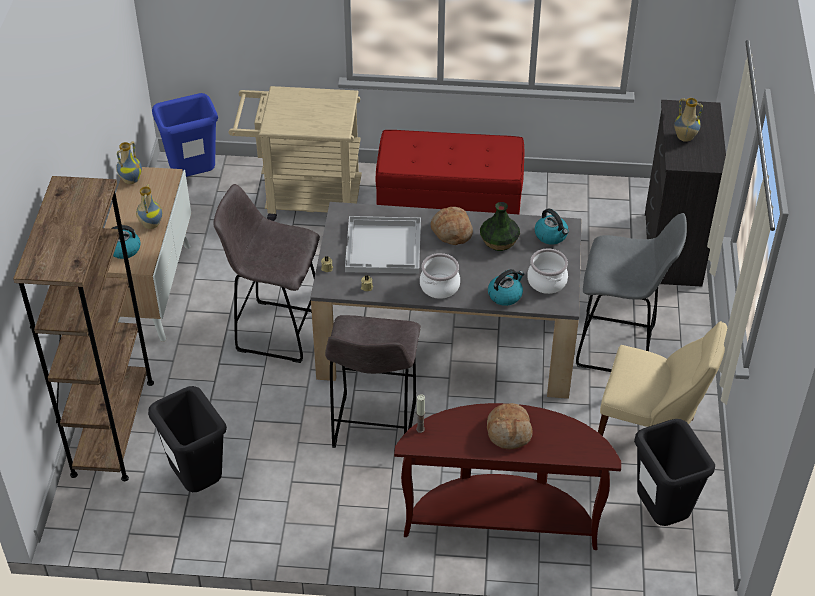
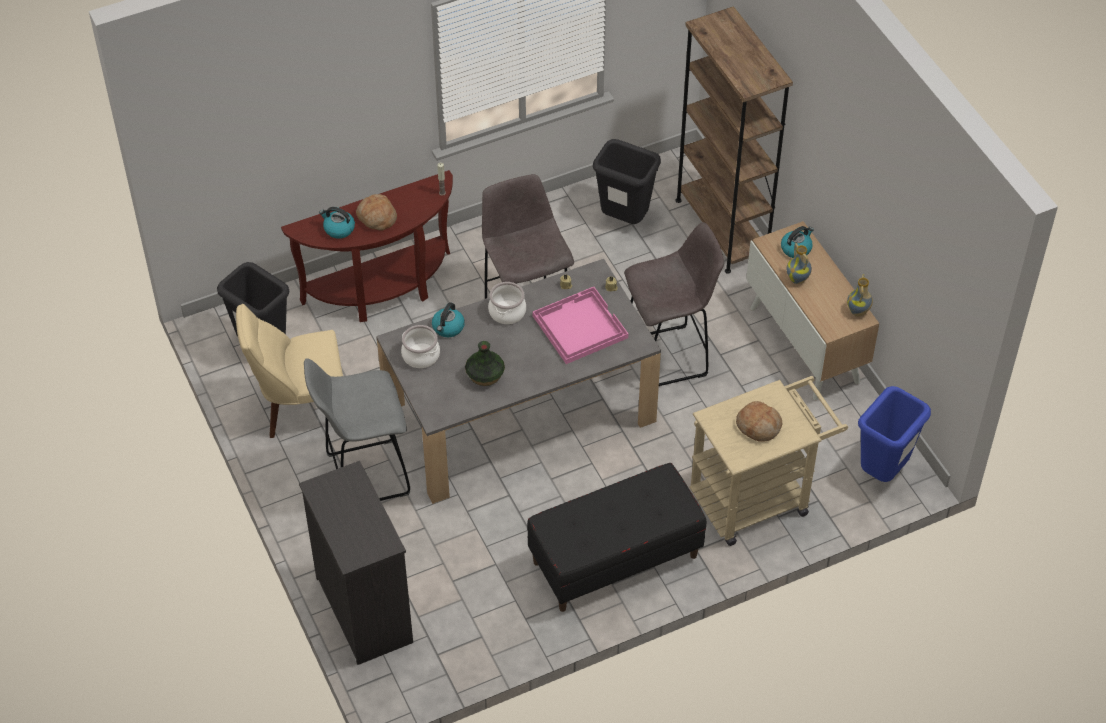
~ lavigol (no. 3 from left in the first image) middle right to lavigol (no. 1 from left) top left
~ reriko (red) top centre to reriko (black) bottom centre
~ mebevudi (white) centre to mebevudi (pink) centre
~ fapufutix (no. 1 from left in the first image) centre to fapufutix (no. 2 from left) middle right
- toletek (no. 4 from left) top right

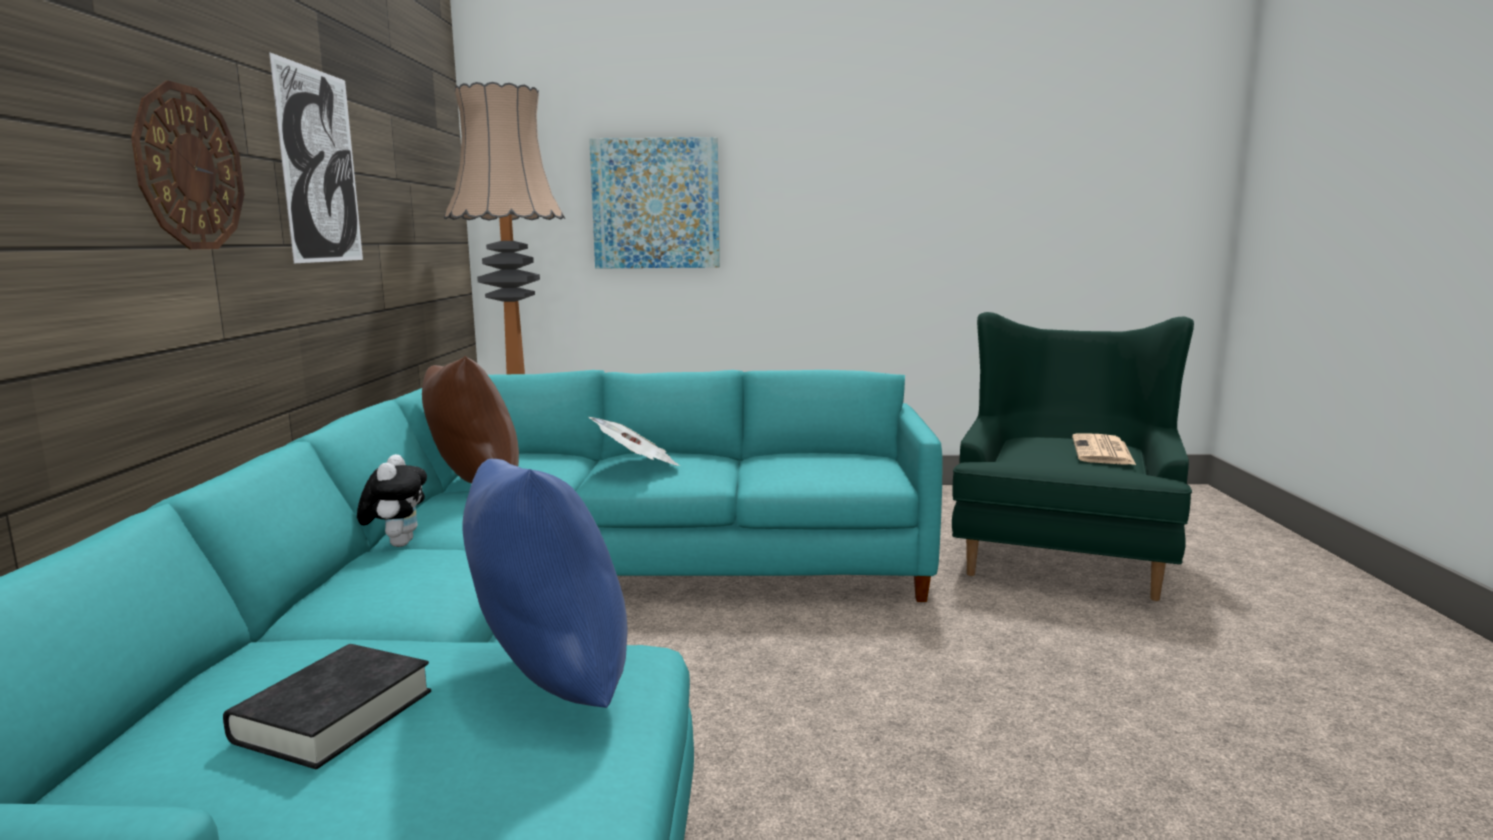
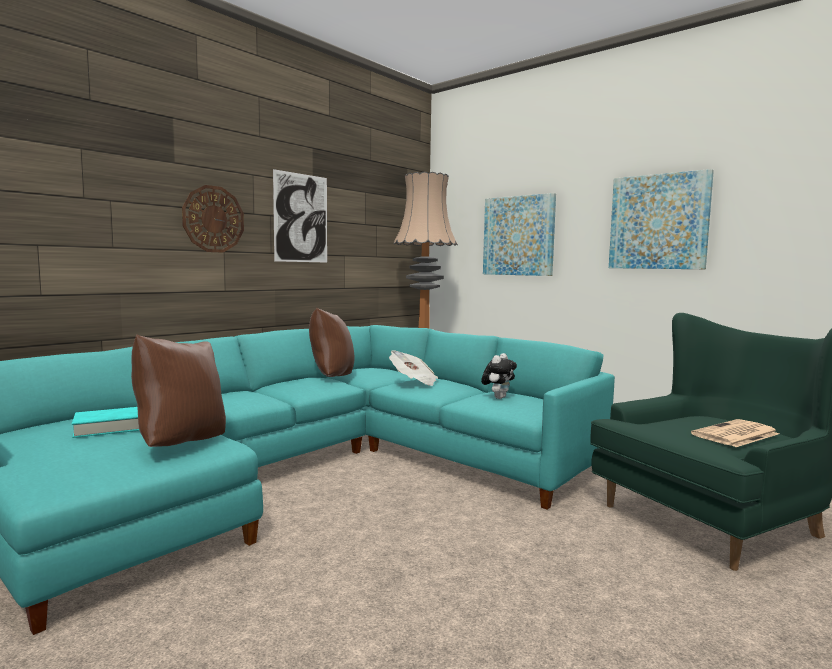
~ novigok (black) bottom left to novigok (turquoise) middle left
~ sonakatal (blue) bottom centre to sonakatal (brown) (no. 1 from left) middle left
~ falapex middle left to centre
+ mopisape (no. 3 from left) top right

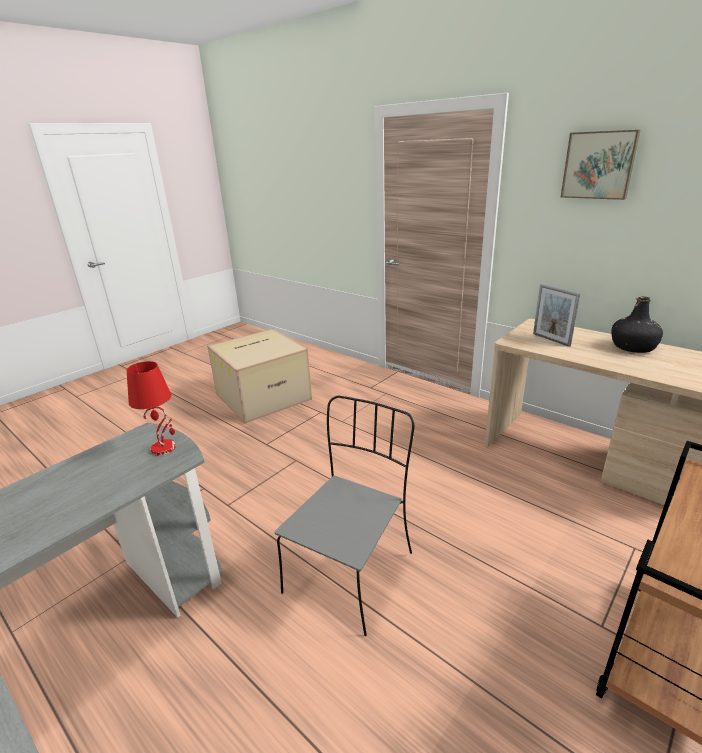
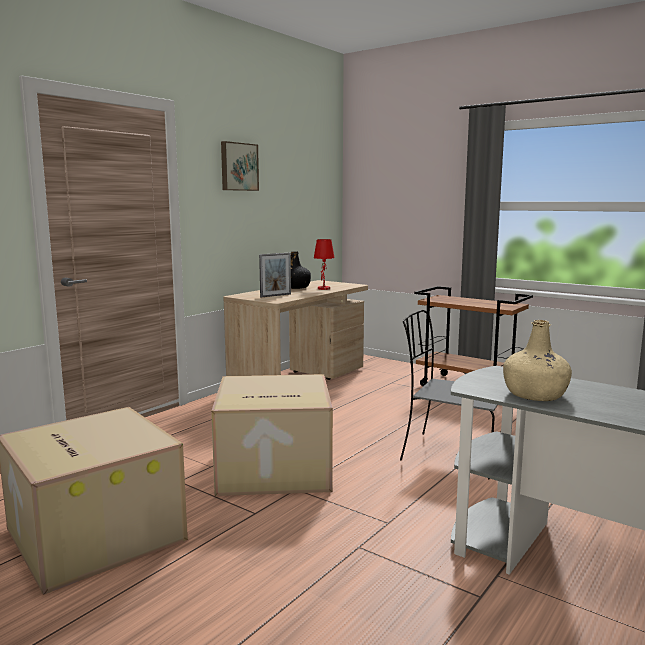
+ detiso (no. 2 from left) bottom centre
~ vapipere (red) middle left to centre
+ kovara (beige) middle right

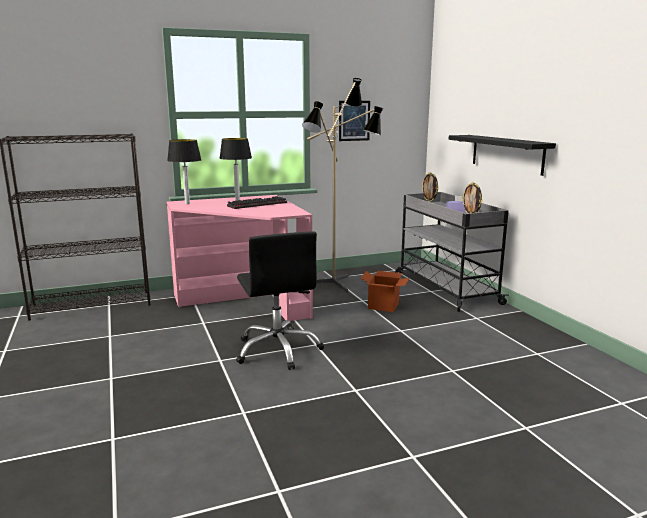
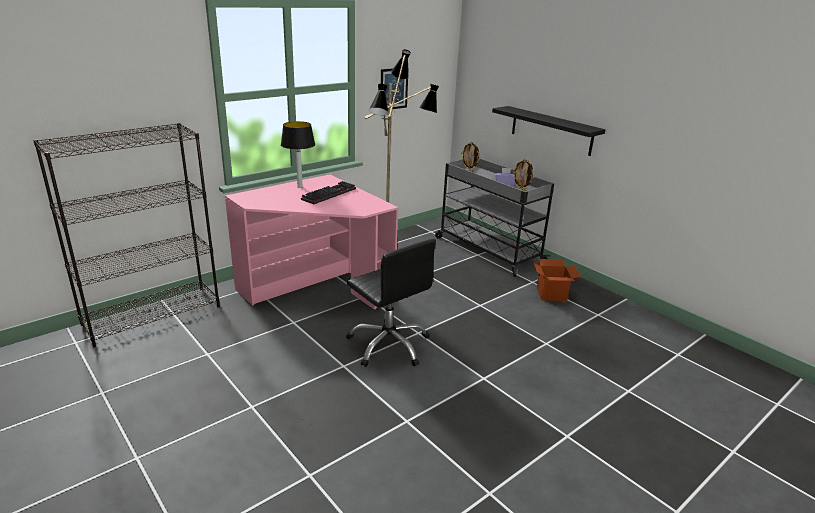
~ detiso centre to middle right
- vapipere (no. 1 from left) top left

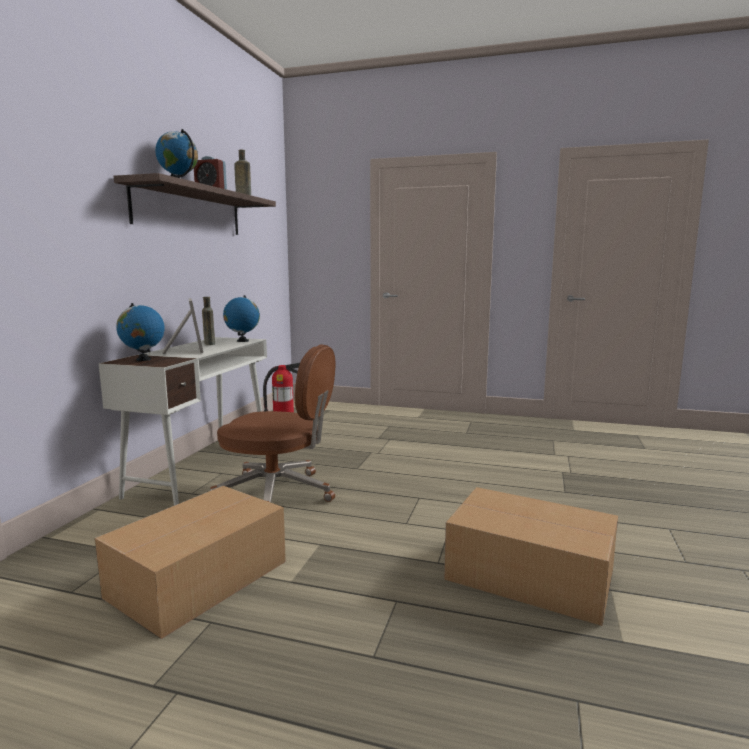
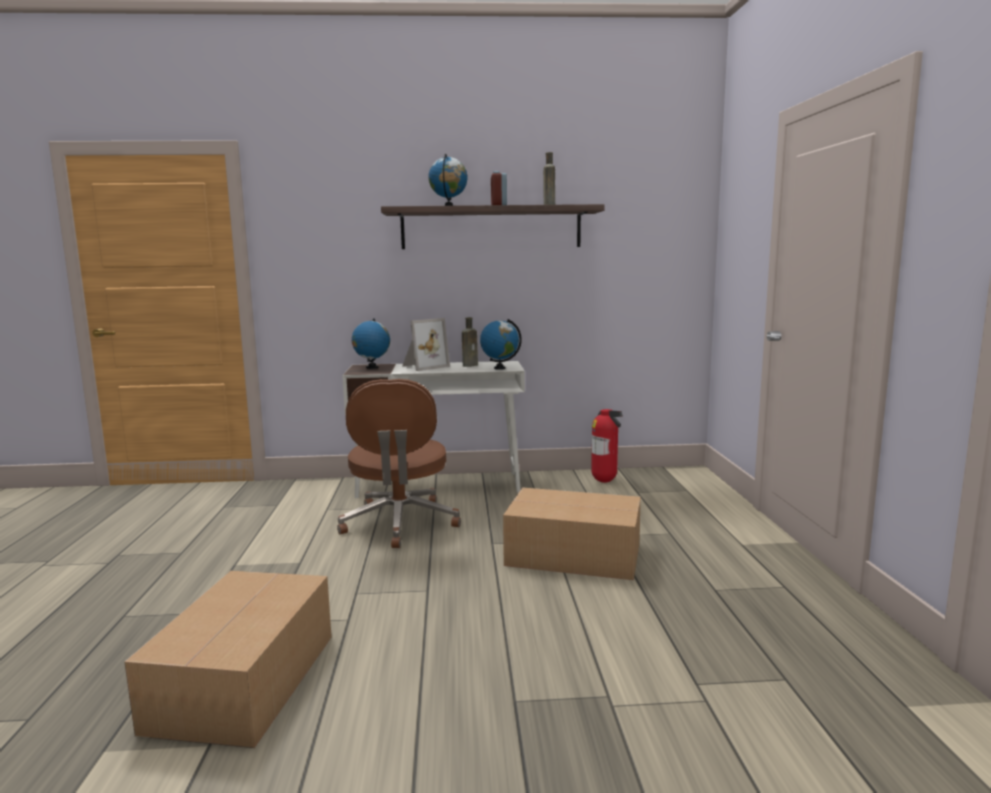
~ detiso (no. 1 from left in the first image) bottom left to detiso (no. 2 from left) bottom centre

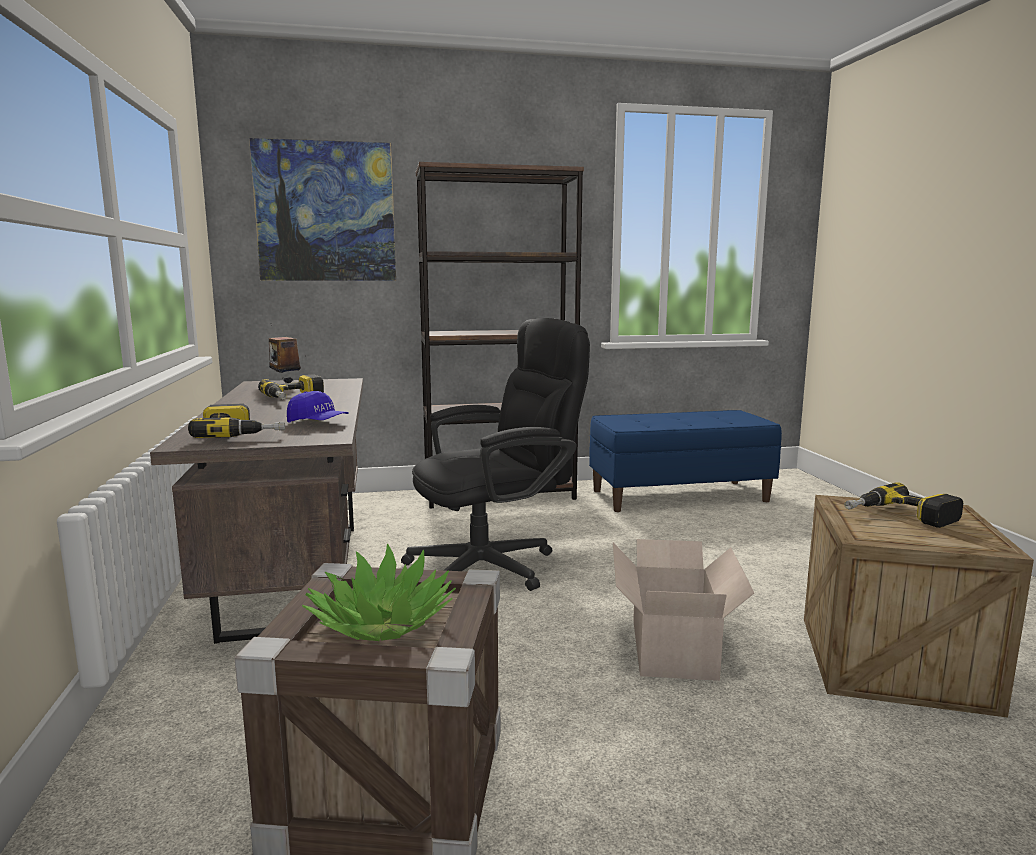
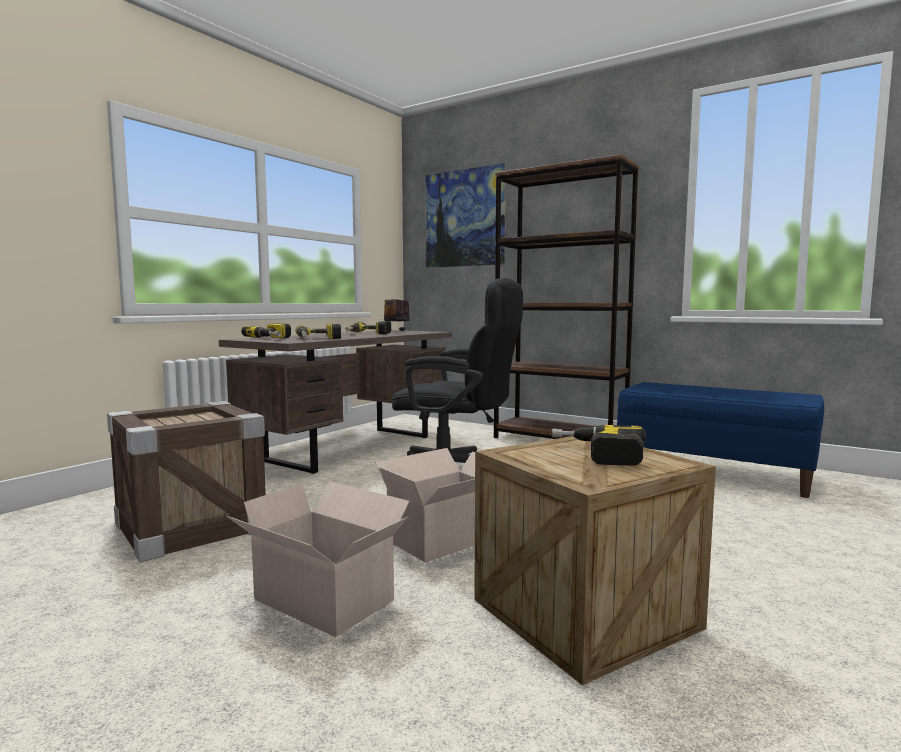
+ detiso (no. 1 from left) bottom centre
~ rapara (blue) middle left to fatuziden (no. 2 from left) centre
- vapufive bottom centre

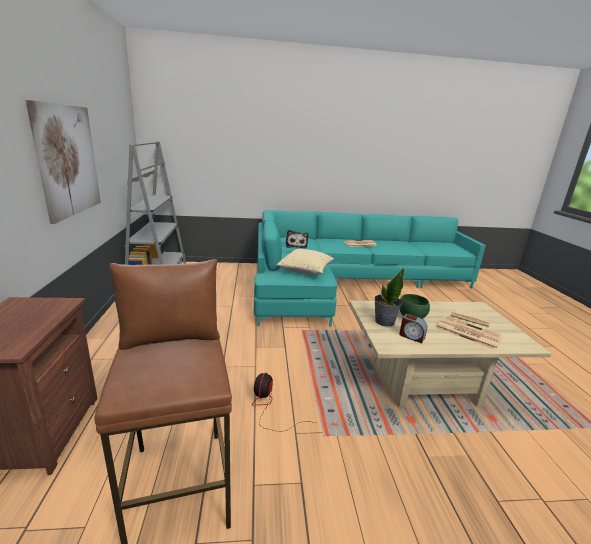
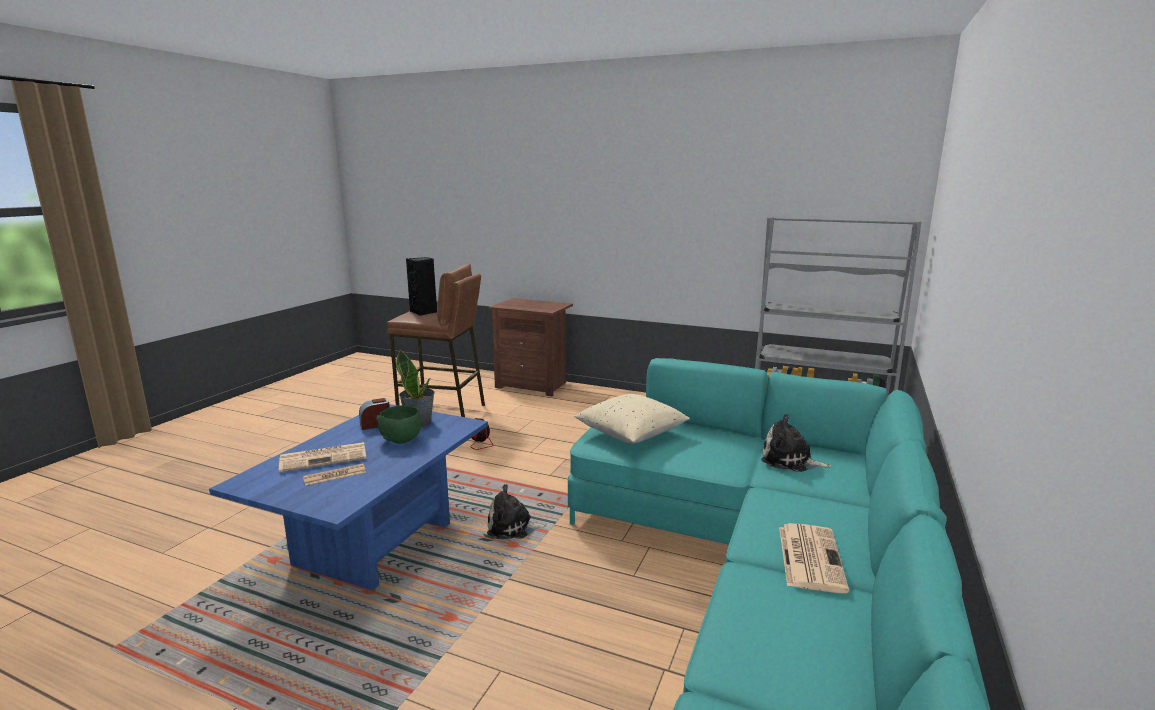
~ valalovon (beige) middle right to valalovon (blue) bottom left
+ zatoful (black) centre
+ falapex (no. 1 from left) bottom centre
- mopisape top left

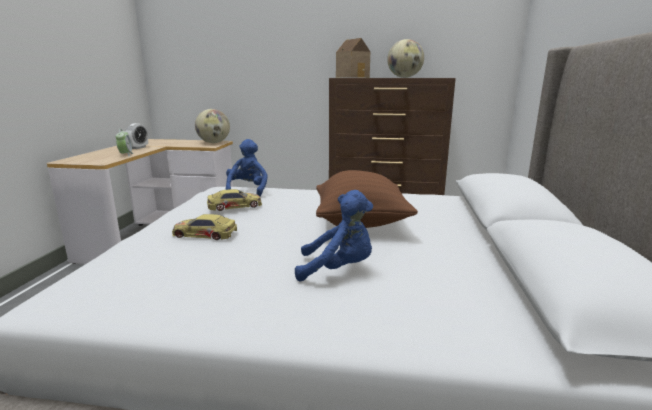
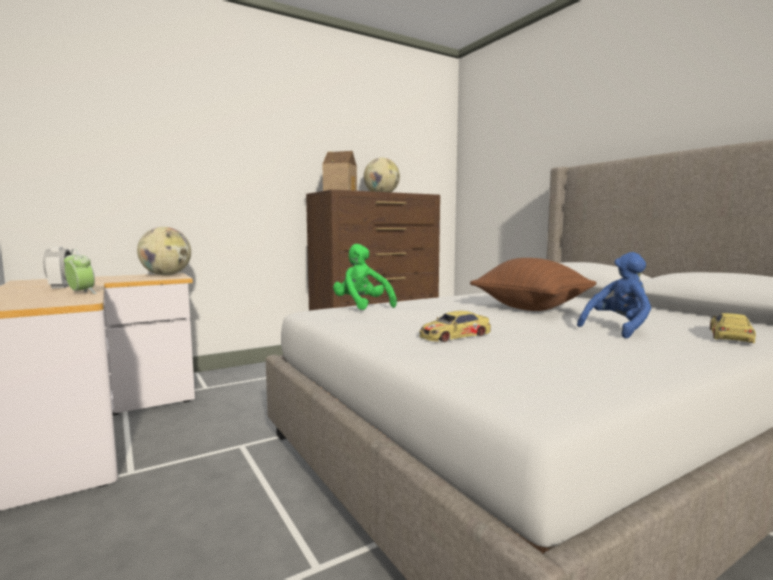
~ falapex (blue) (no. 1 from left) centre to falapex (green) centre
~ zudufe (no. 2 from left) centre to middle right

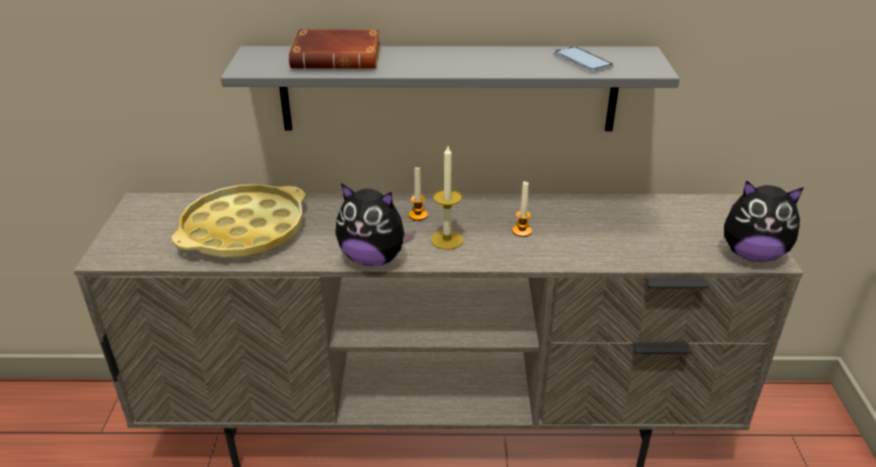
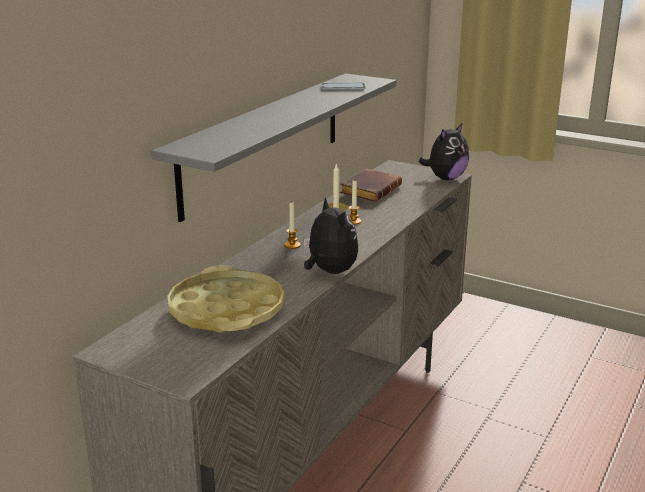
~ falapex (no. 1 from left) centre = centre 75 degrees counterclockwise
~ novigok (brown) top centre to centre

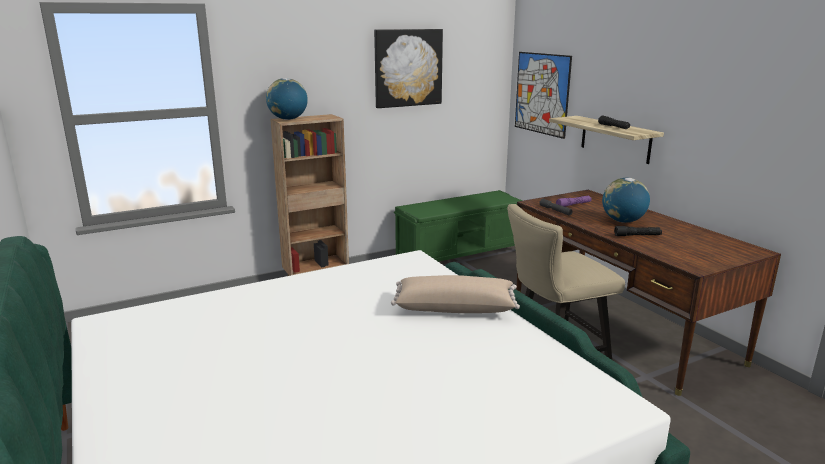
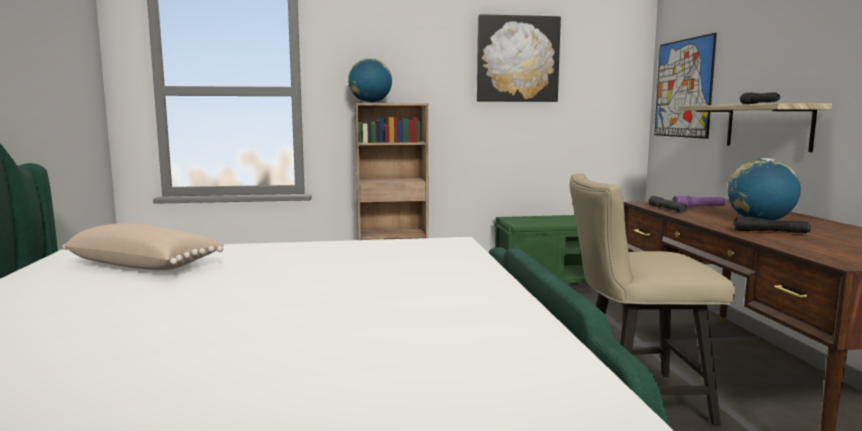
~ sonakatal (beige) centre to middle left

